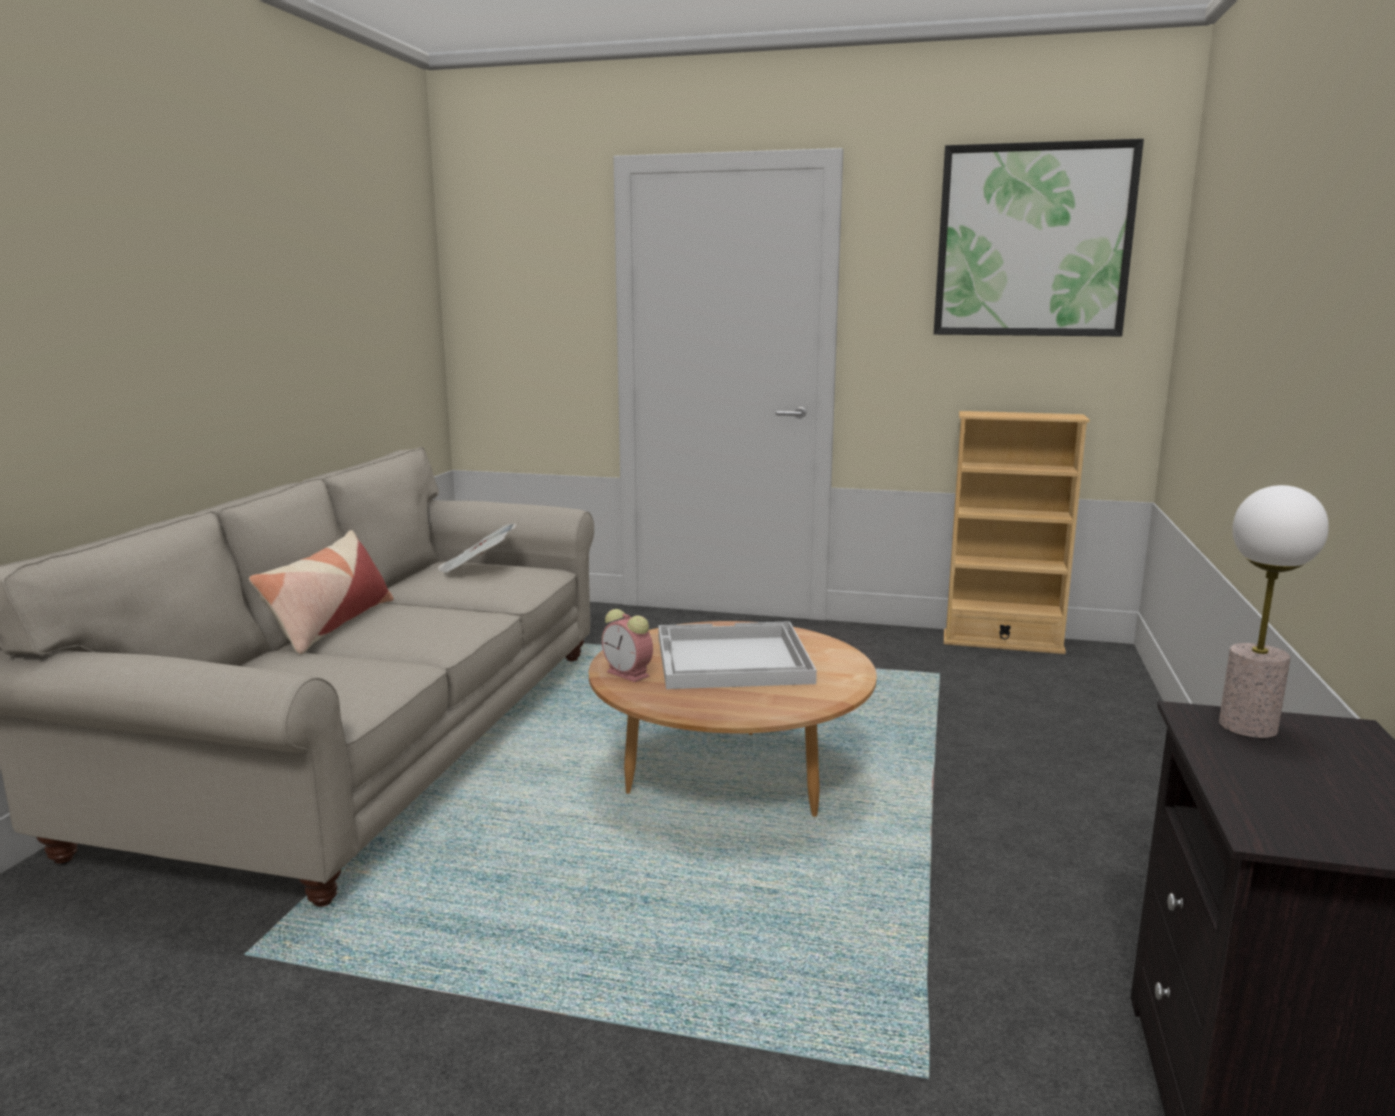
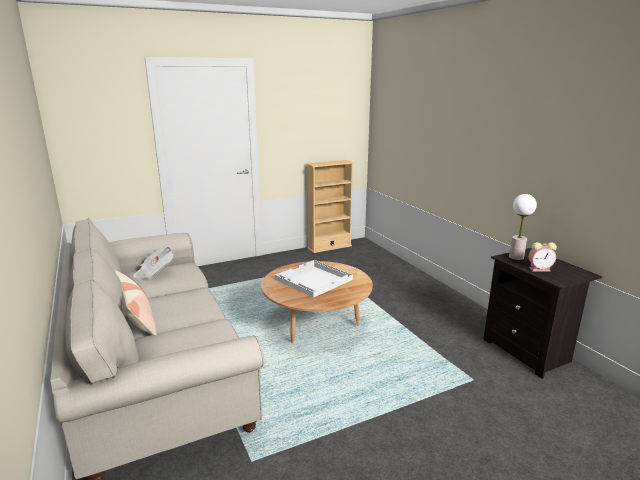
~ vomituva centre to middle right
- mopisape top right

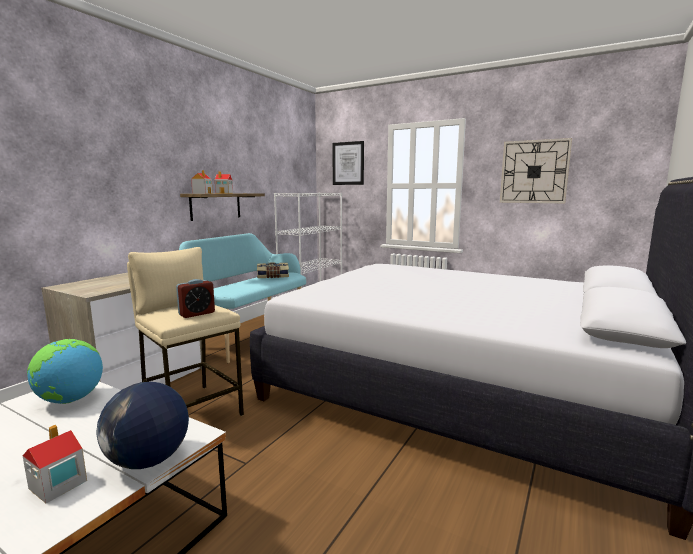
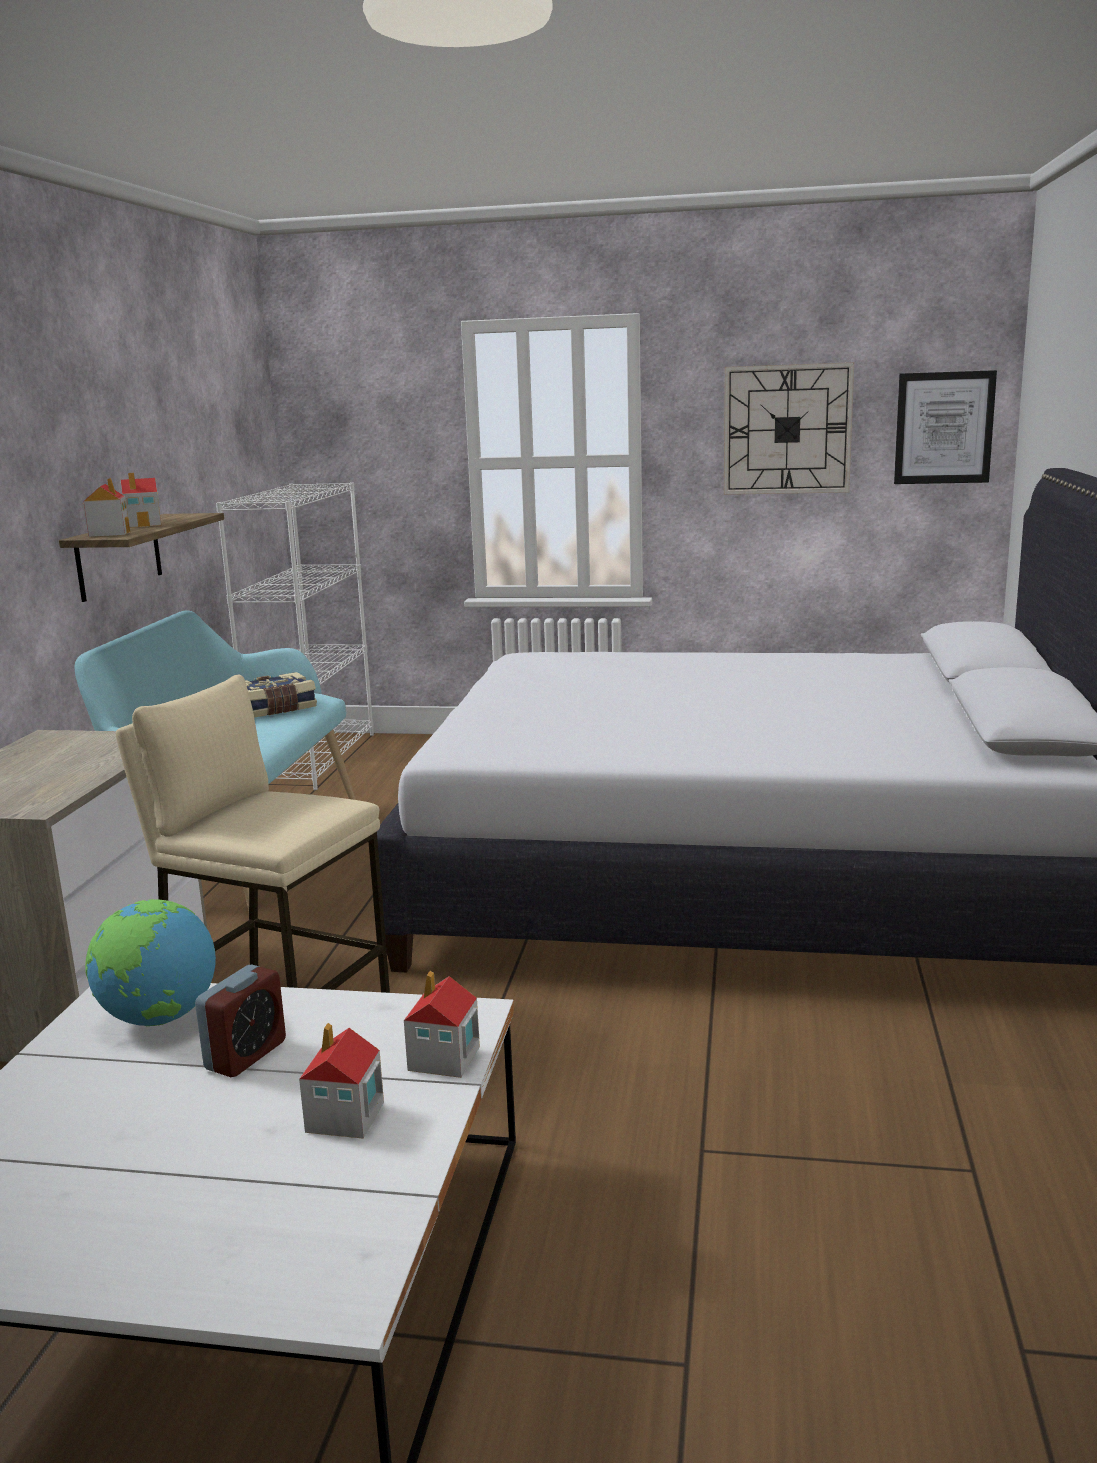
~ vomituva middle left to bottom left
~ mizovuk (no. 2 from left) bottom left to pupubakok (no. 4 from left) bottom centre
~ mopisape top centre to top right

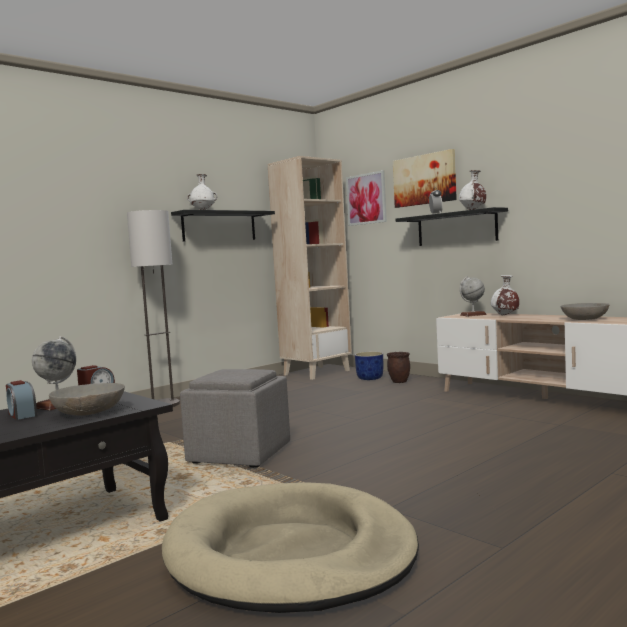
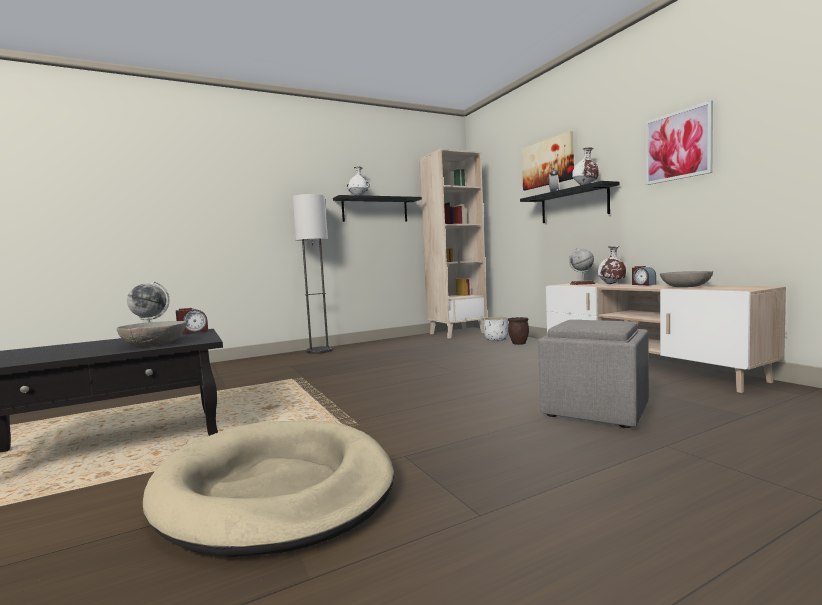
~ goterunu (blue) centre to goterunu (white) centre
~ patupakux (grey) bottom centre to middle right
~ vomituva (no. 1 from left in the first image) middle left to vomituva (no. 3 from left) middle right
~ mopisape (no. 1 from left in the first image) top centre to mopisape (no. 2 from left) top right

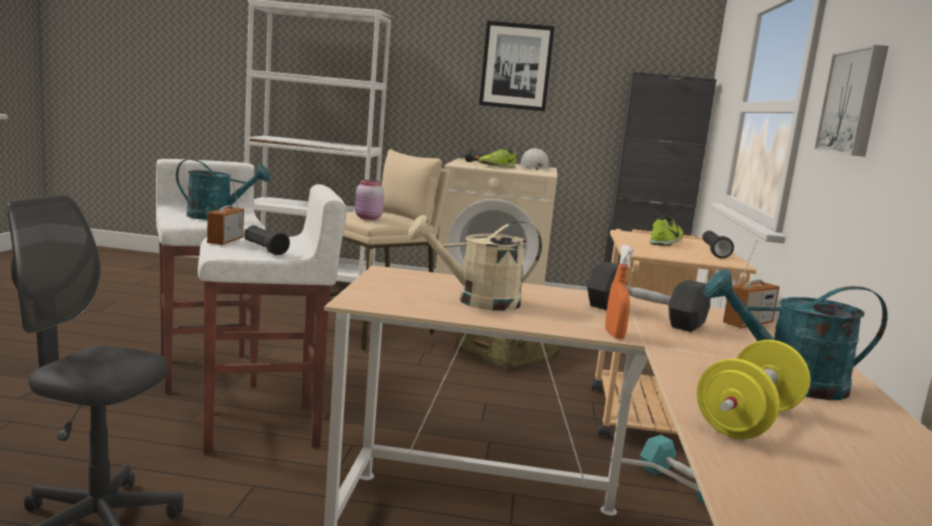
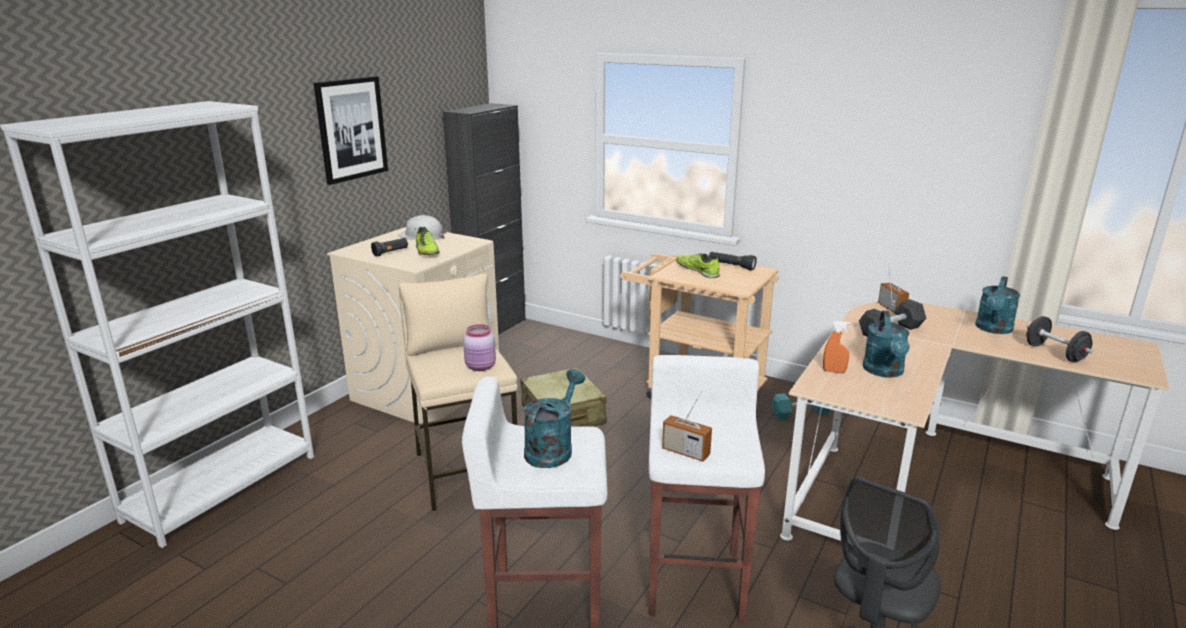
~ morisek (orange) centre to middle right
~ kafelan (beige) centre to kafelan (turquoise) (no. 2 from left) middle right
~ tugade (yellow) bottom right to tugade (black) (no. 2 from left) middle right
- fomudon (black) (no. 1 from left) middle left
- mopisape (no. 2 from left) top right

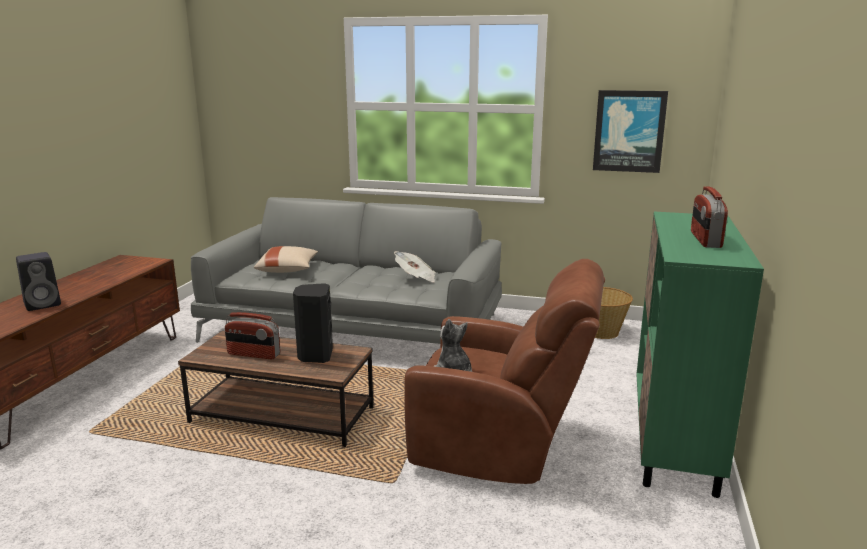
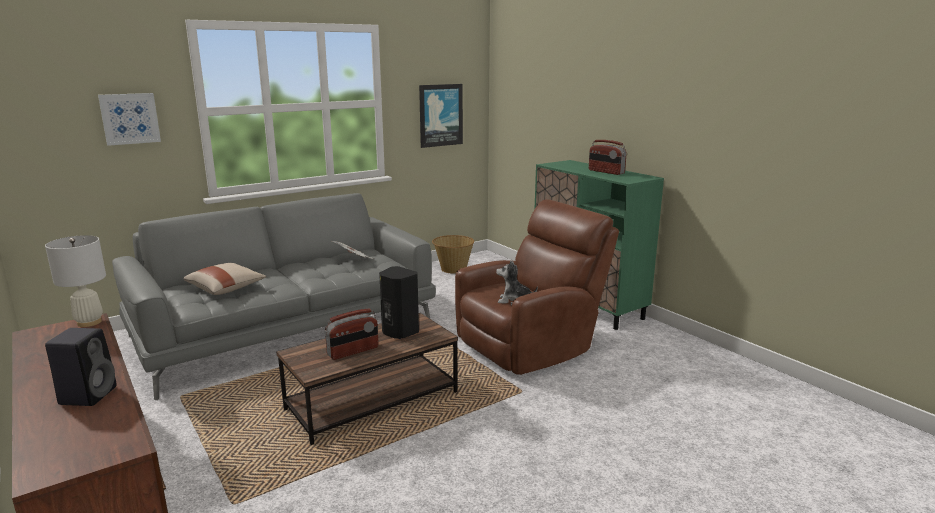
+ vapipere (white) middle left
+ mopisape (no. 1 from left) top left

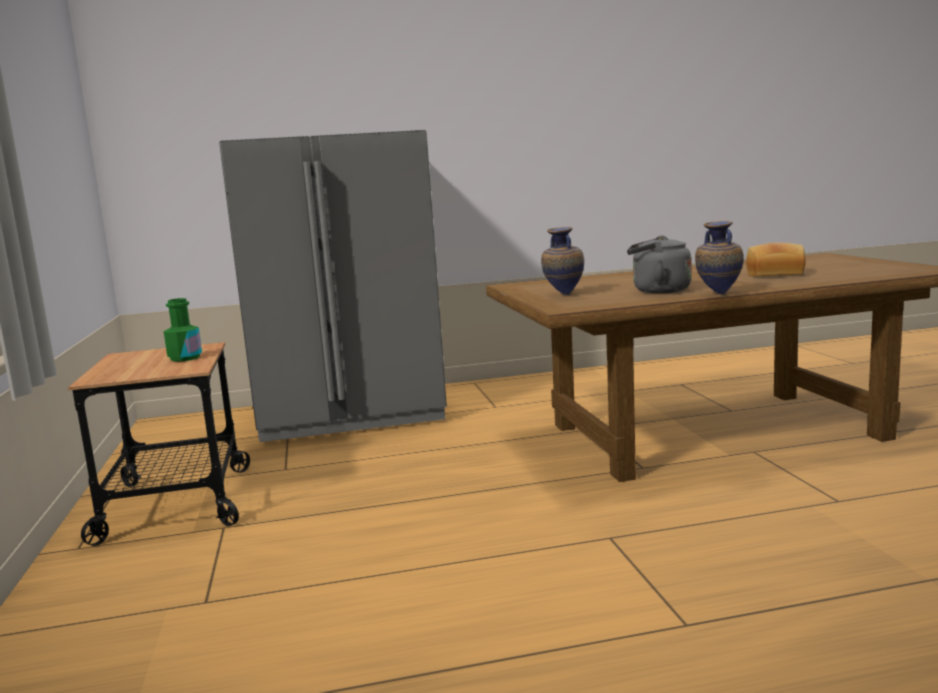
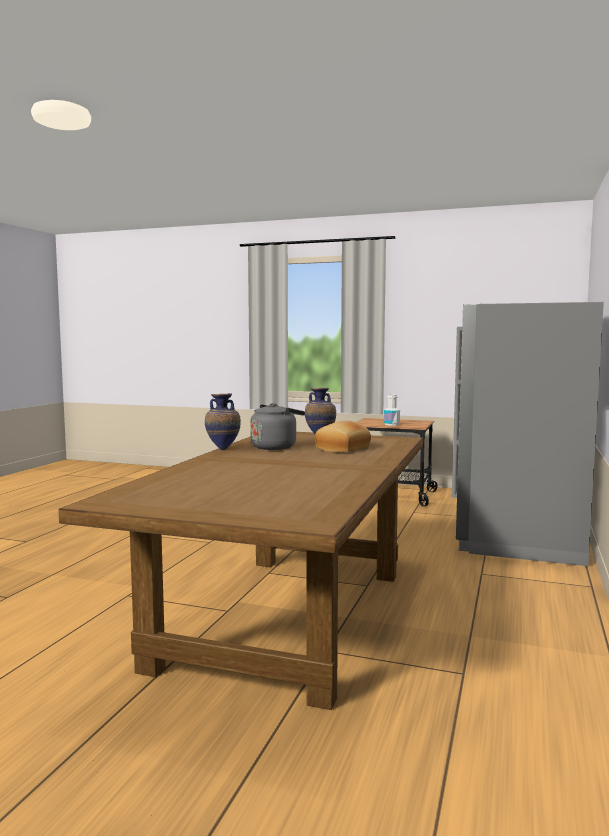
~ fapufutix middle right to centre
~ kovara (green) middle left to kovara (white) centre

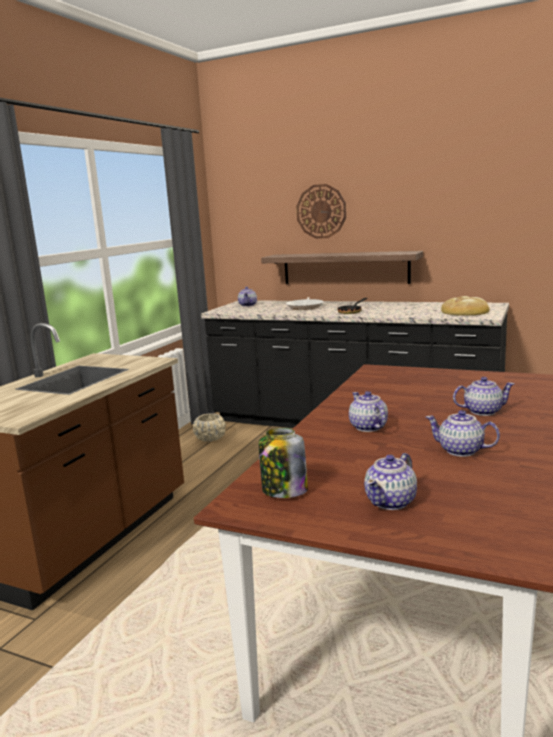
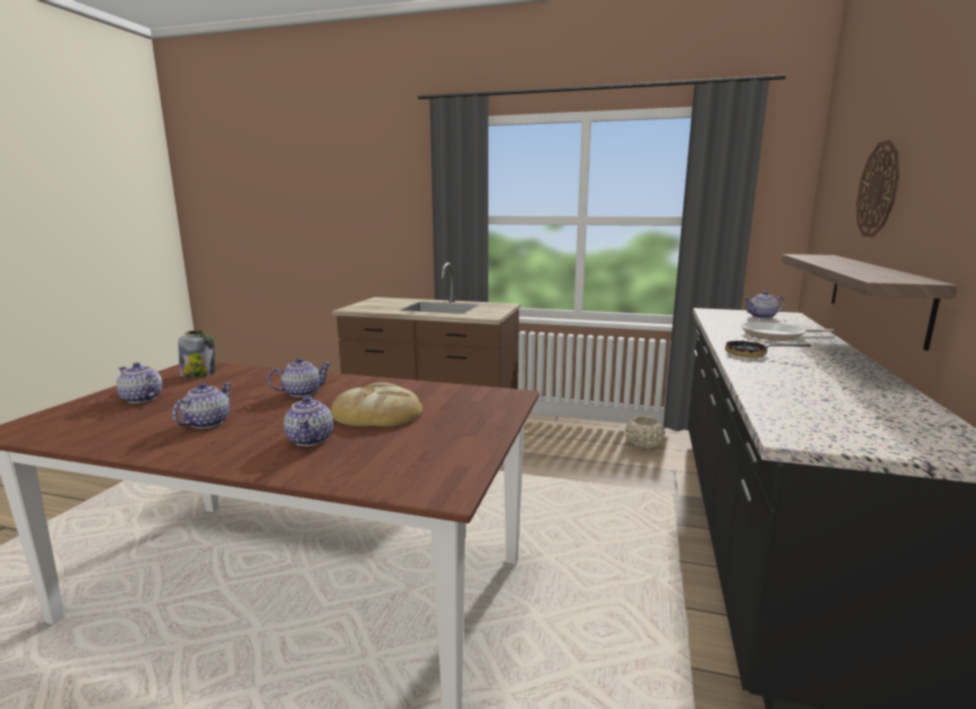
~ fapufutix middle right to centre

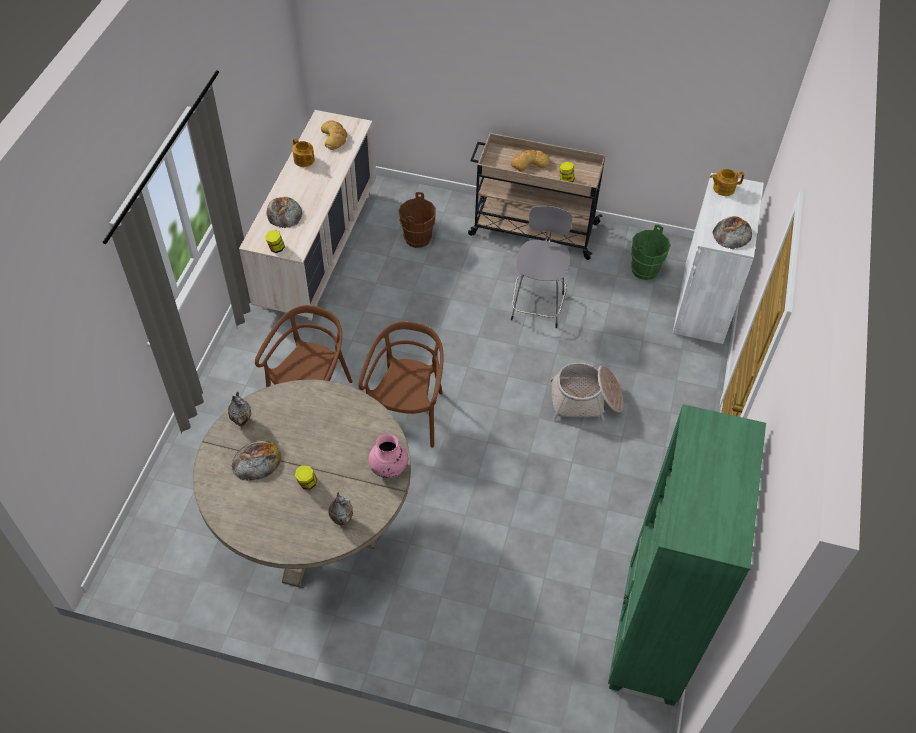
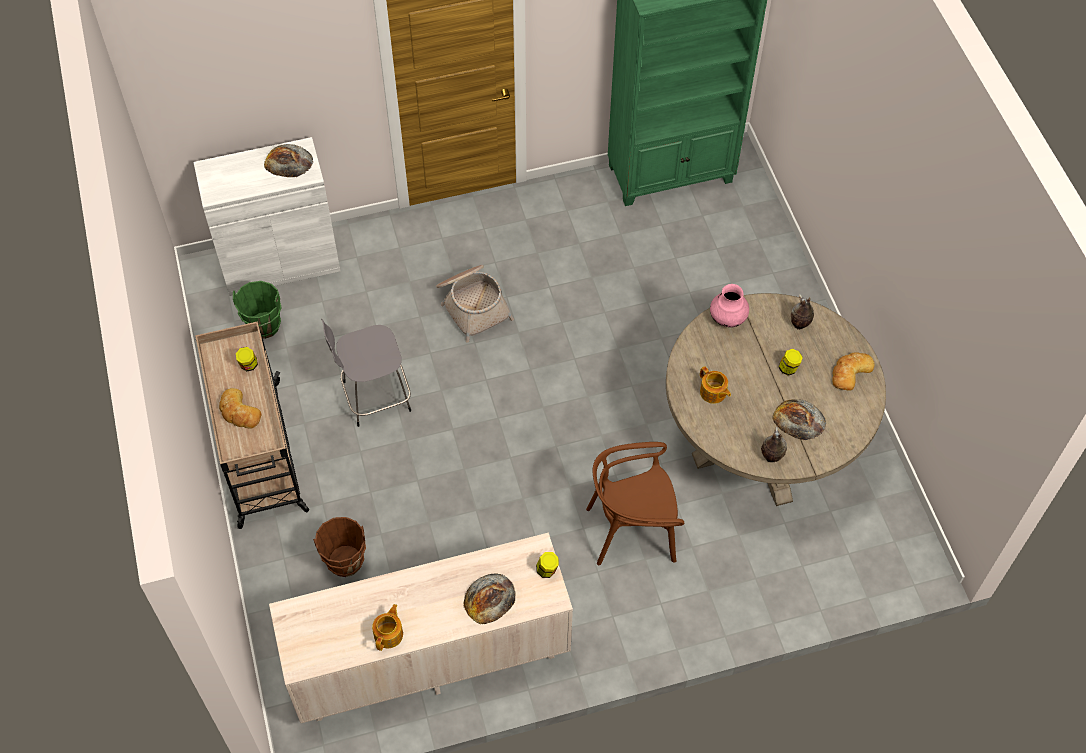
~ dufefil (no. 2 from left) top right to centre
~ fapufutix (no. 3 from left in the first image) top centre to fapufutix (no. 5 from left) middle right
- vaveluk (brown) (no. 2 from left) centre

